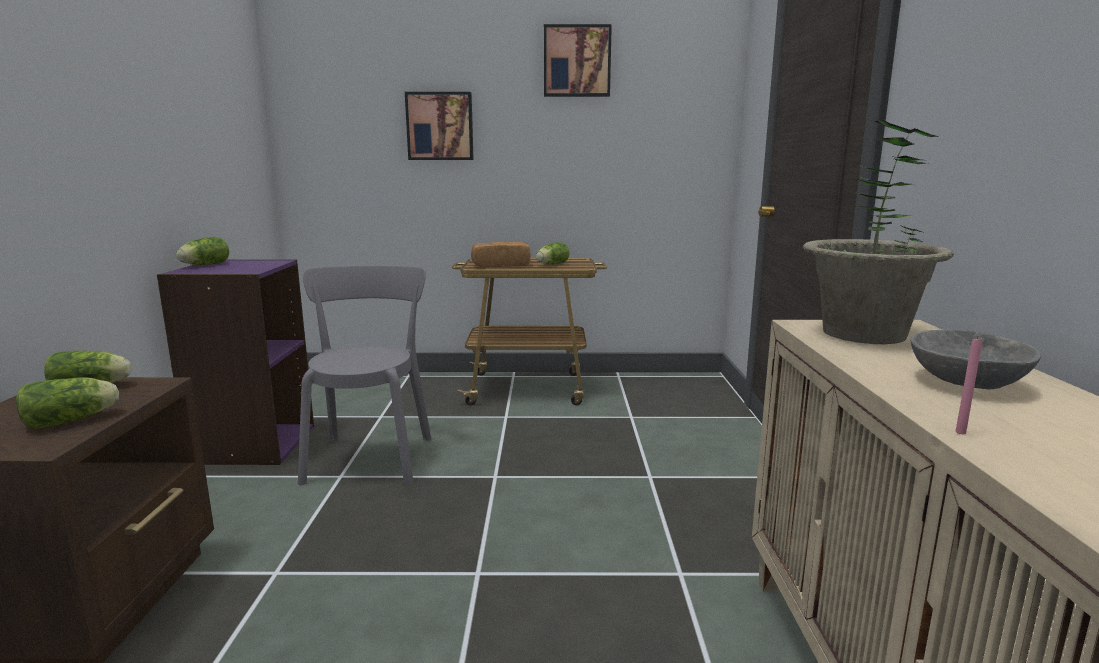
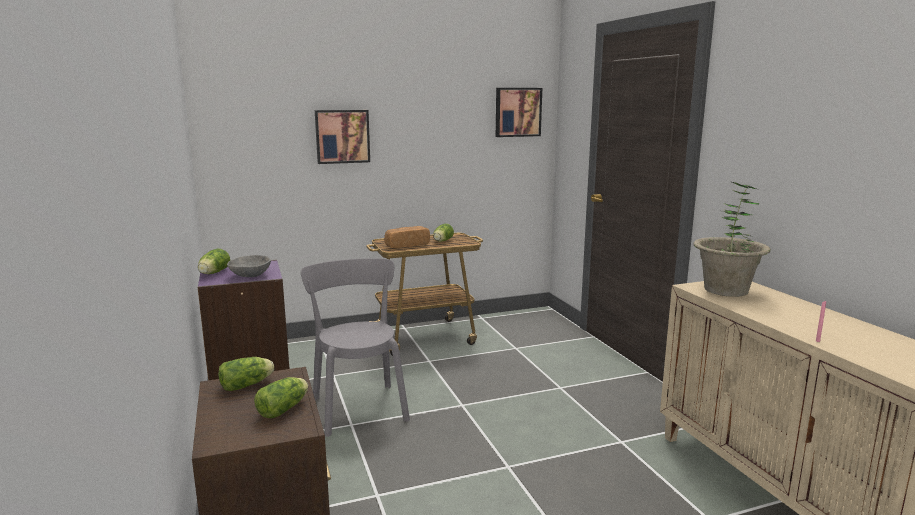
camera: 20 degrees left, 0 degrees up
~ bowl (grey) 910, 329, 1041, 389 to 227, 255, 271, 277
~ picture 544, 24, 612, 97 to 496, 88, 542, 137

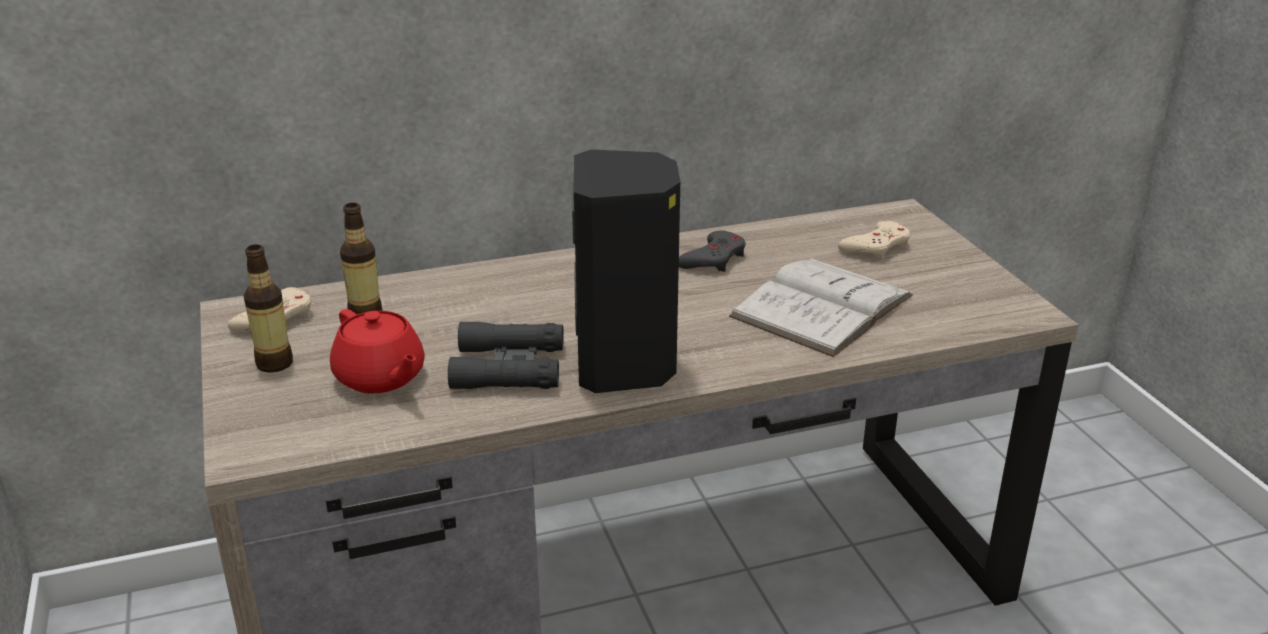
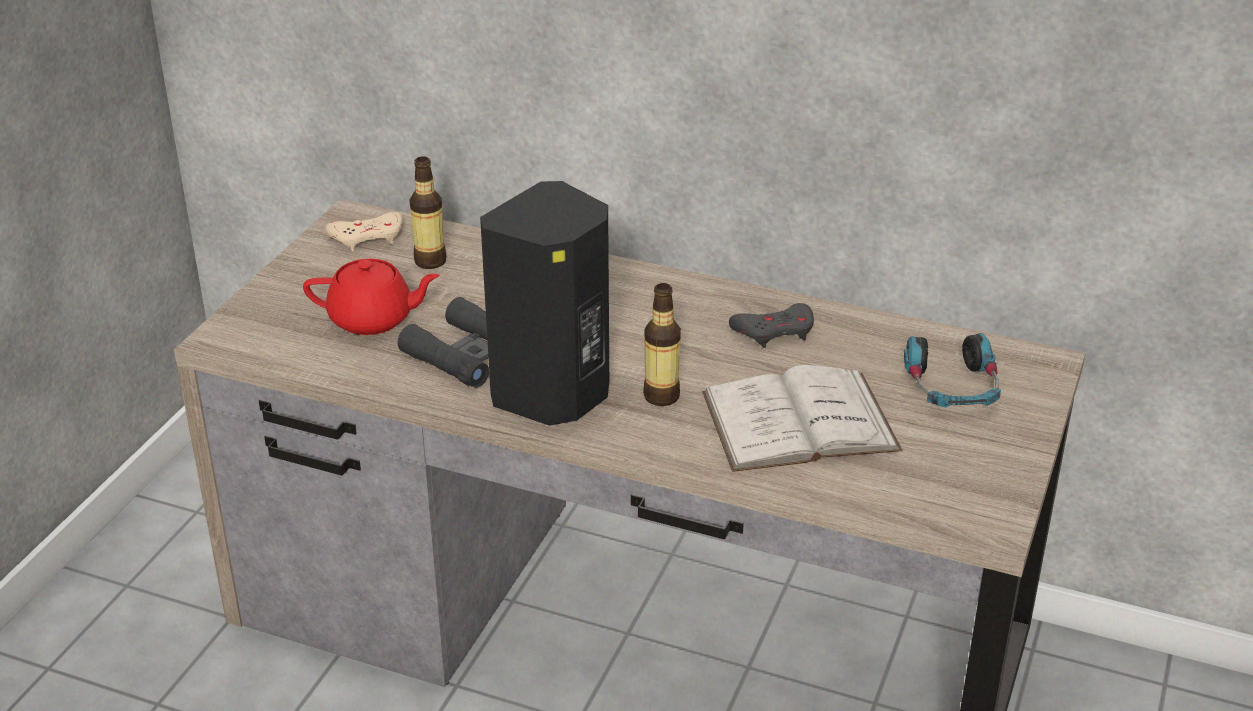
camera: 40 degrees right, 5 degrees up
~ teapot (red) 330, 309, 425, 393 = 303, 259, 440, 335 90 degrees counterclockwise
~ bottle 244, 244, 293, 373 to 643, 283, 681, 406
~ game controller (beige) 838, 221, 911, 260 to headphones 904, 333, 1001, 408

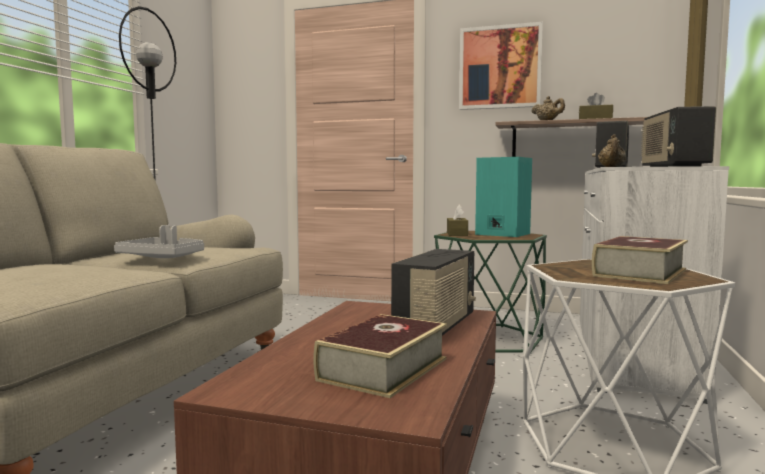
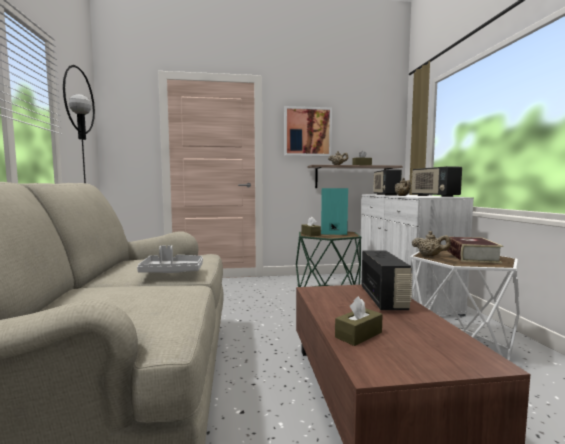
camera: 25 degrees left, 0 degrees up
+ tissue box (brown) 335, 296, 383, 346
+ teapot (beige) 412, 231, 451, 256
- book 313, 314, 447, 398

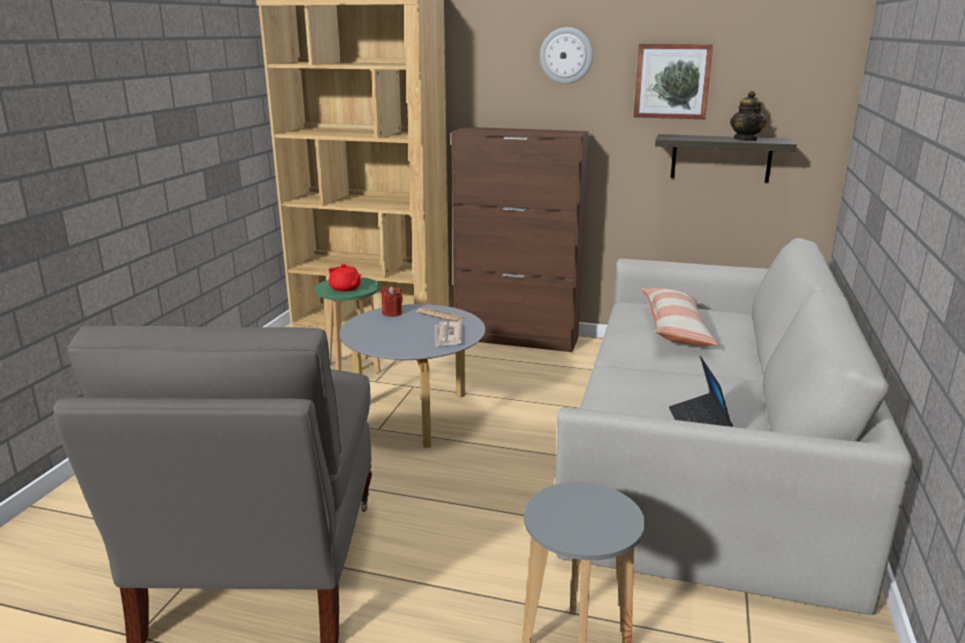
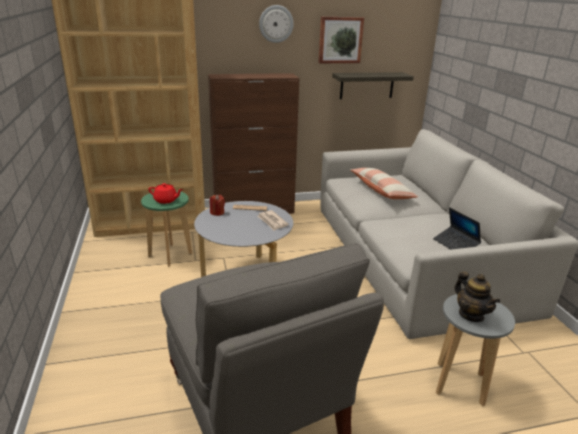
camera: 30 degrees left, 5 degrees up
~ teapot 730, 91, 766, 141 to 454, 271, 500, 322

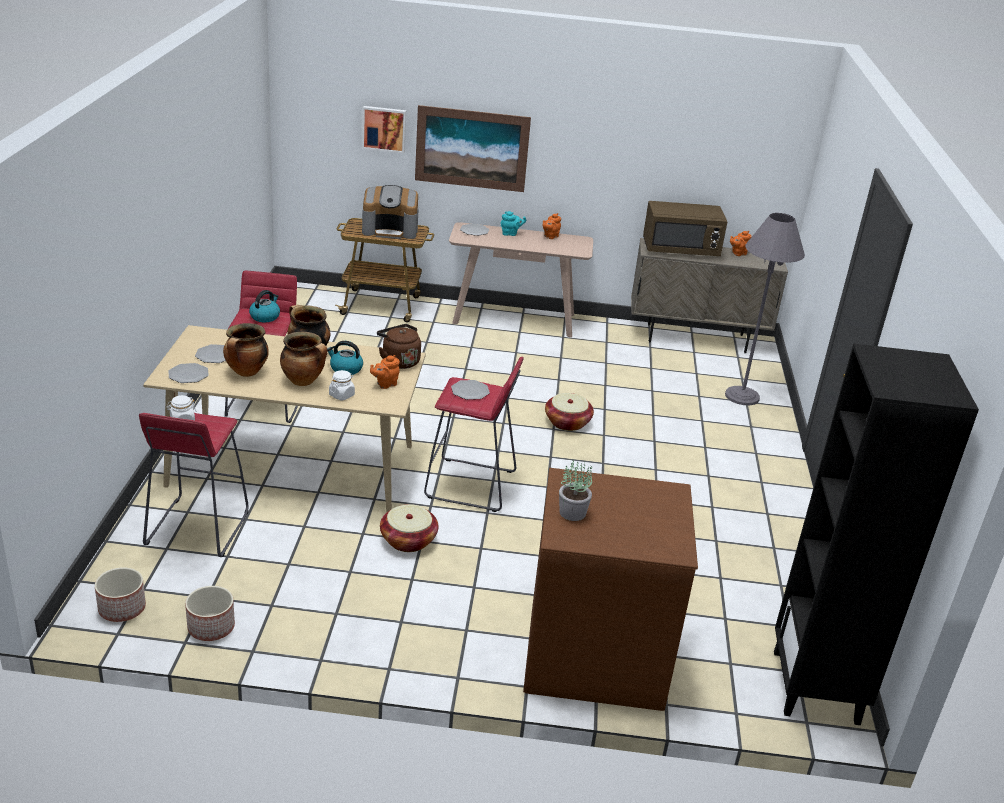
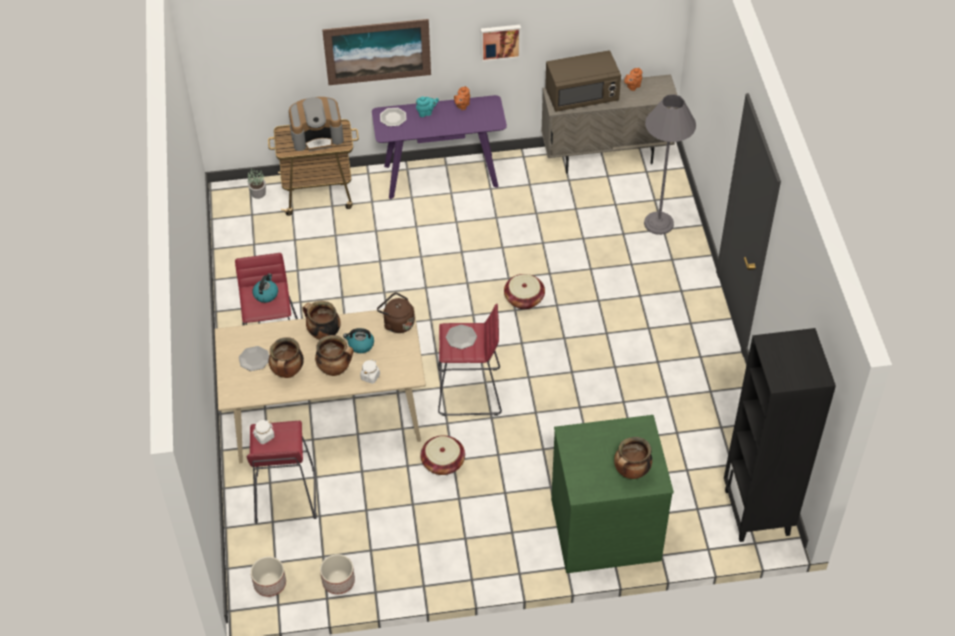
camera: 10 degrees left, 20 degrees up
~ potted plant 559, 460, 592, 521 to 248, 169, 266, 199
~ console table (beige) 449, 222, 593, 338 to console table (purple) 372, 95, 507, 199
~ picture 362, 106, 406, 153 to 481, 25, 521, 62
~ dresser (brown) 523, 468, 698, 711 to dresser (green) 551, 415, 674, 573
+ cooking pot 614, 437, 652, 479
- plate 169, 363, 209, 383
- teapot (orange) 370, 355, 400, 389

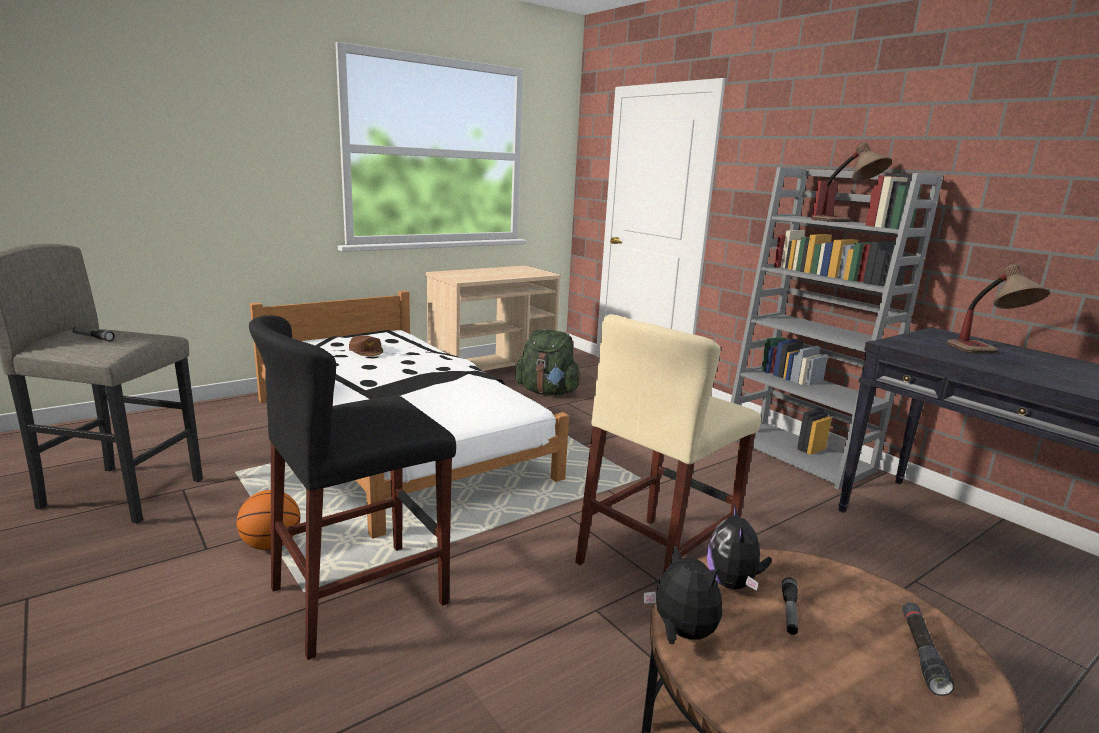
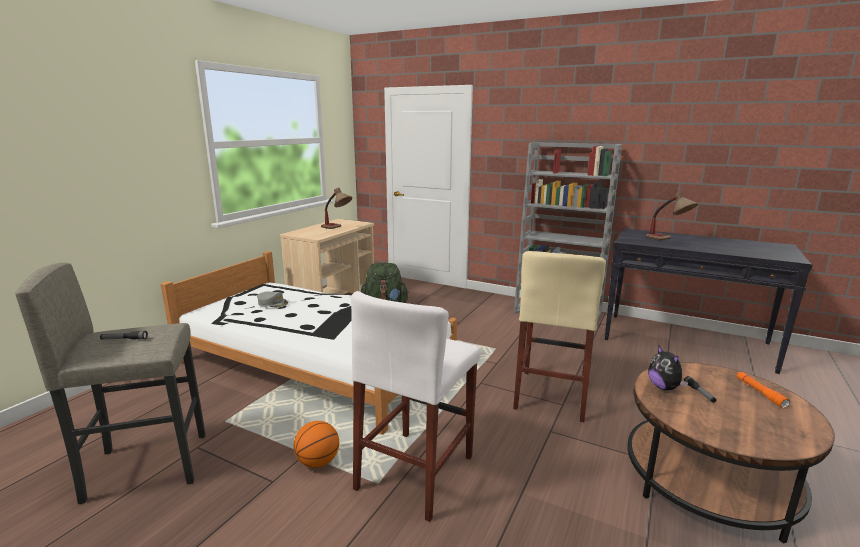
camera: 25 degrees left, 0 degrees up
~ cap (brown) 349, 335, 383, 356 to cap (grey) 257, 291, 288, 308
~ table lamp 811, 142, 892, 222 to 321, 188, 352, 229
~ stool (black) 249, 315, 456, 660 to stool (white) 351, 291, 480, 522
~ flashlight (black) 902, 602, 955, 696 to flashlight (orange) 737, 372, 790, 409
- plush toy 643, 545, 722, 644

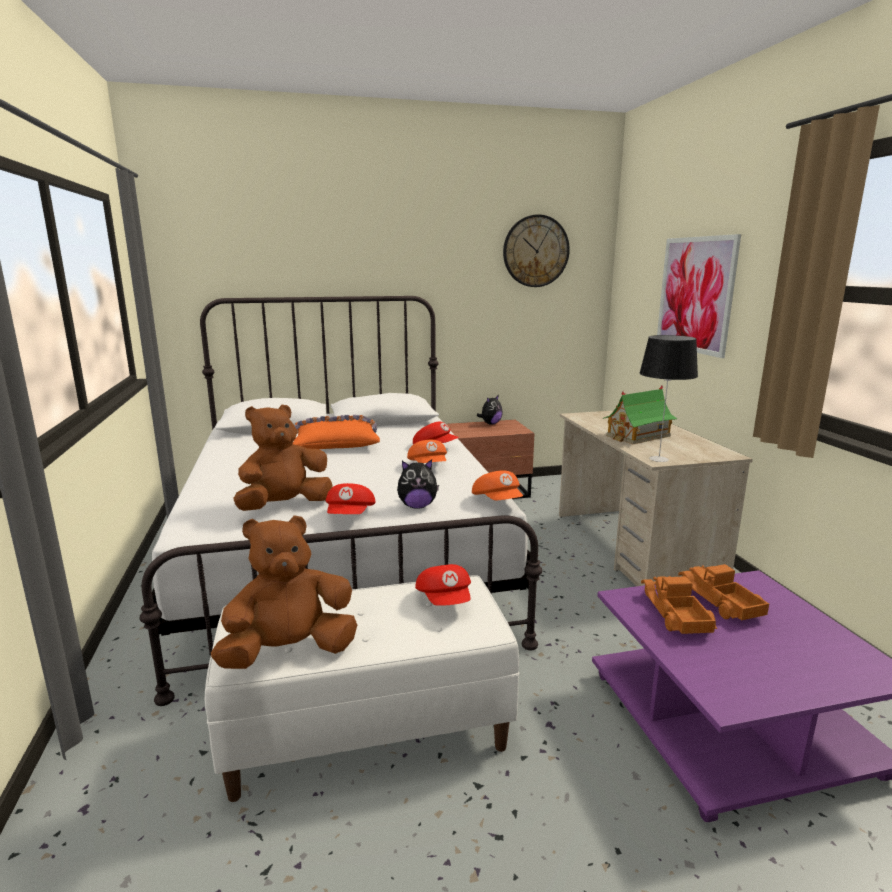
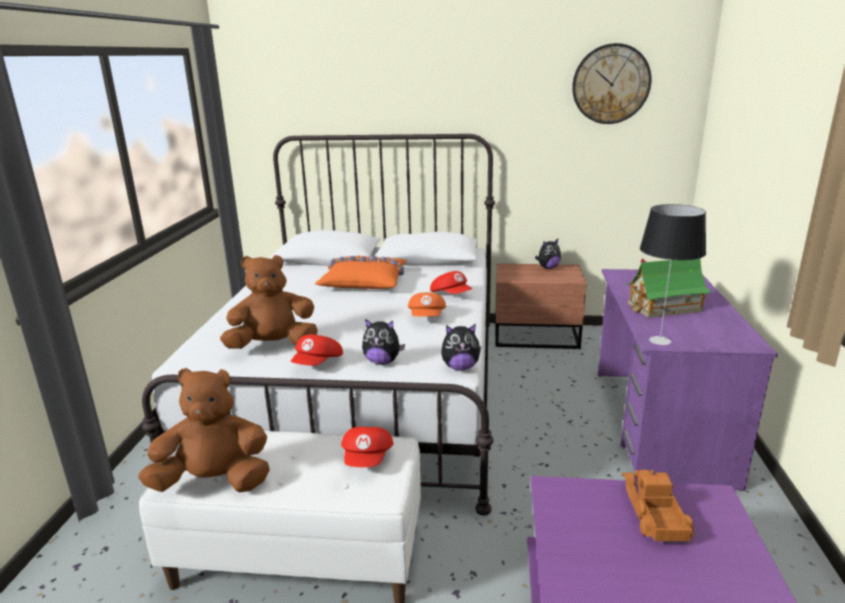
camera: 20 degrees right, 5 degrees up
~ cap (orange) 472, 470, 523, 500 to plush toy 441, 324, 482, 371
~ desk (beige) 559, 411, 753, 586 to desk (purple) 598, 269, 778, 491
- toy truck 641, 576, 717, 634
- picture 657, 234, 741, 358

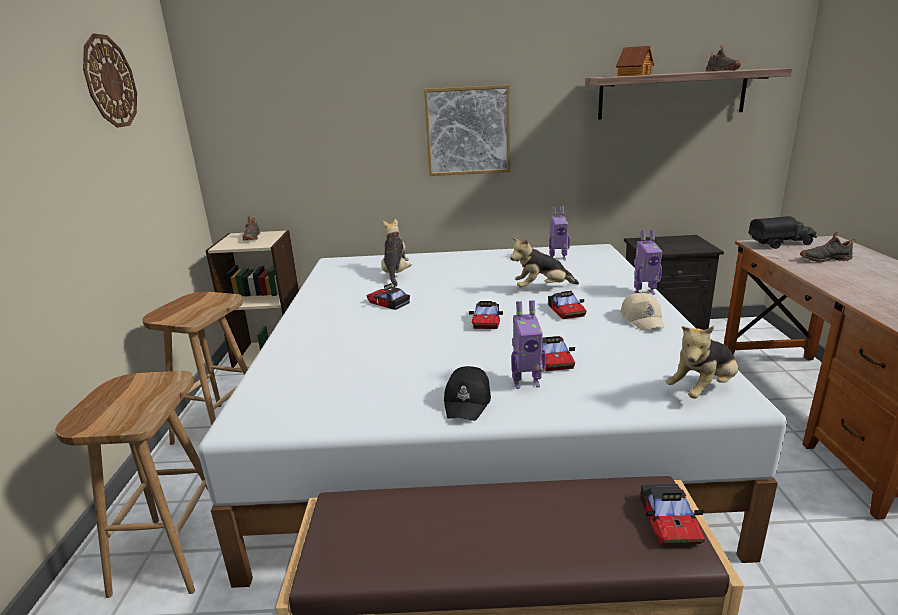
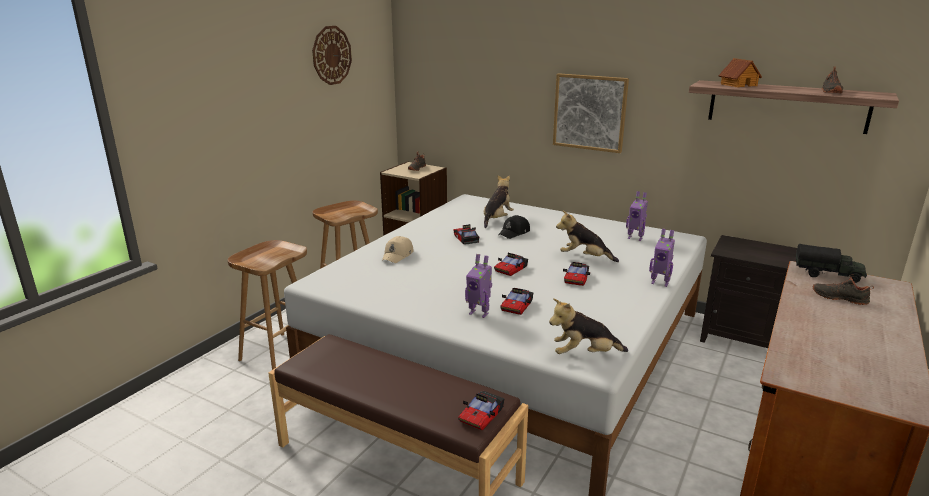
camera: 30 degrees right, 0 degrees up
~ cap (beige) 620, 292, 664, 331 to 382, 236, 414, 263
~ cap (black) 444, 366, 491, 421 to 498, 215, 530, 239

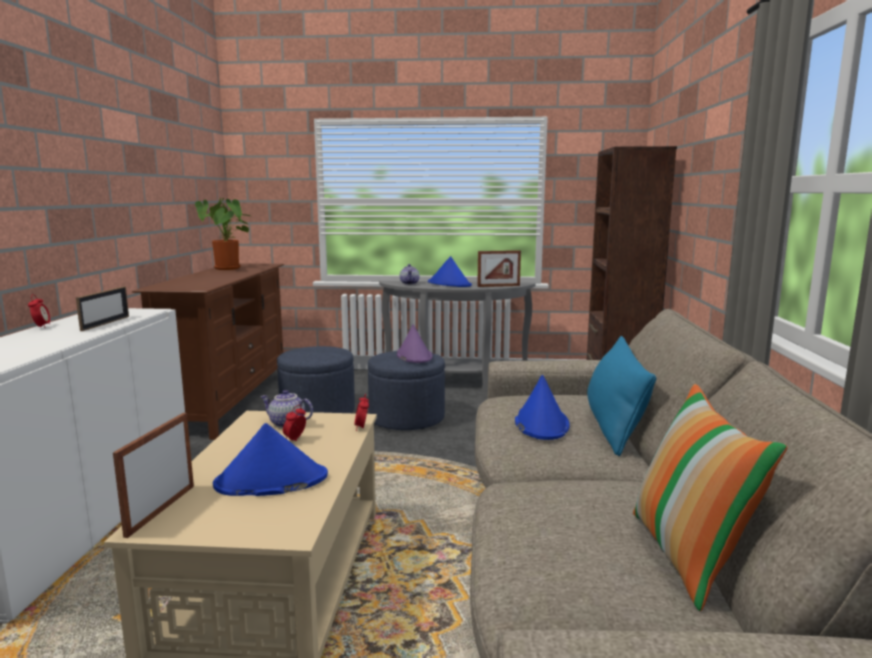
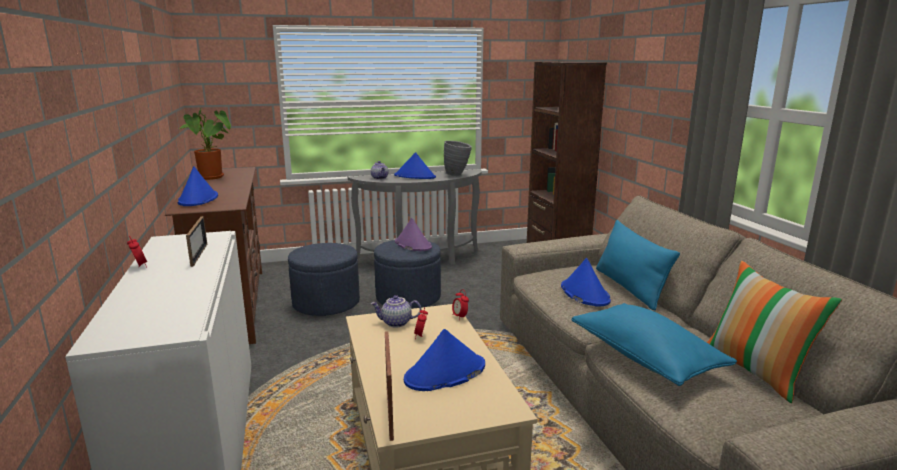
camera: 20 degrees left, 5 degrees up
+ hat (blue) 178, 166, 218, 206
~ picture frame 477, 250, 521, 287 to vase (grey) 444, 141, 472, 177
+ pillow (blue) 571, 303, 737, 386

